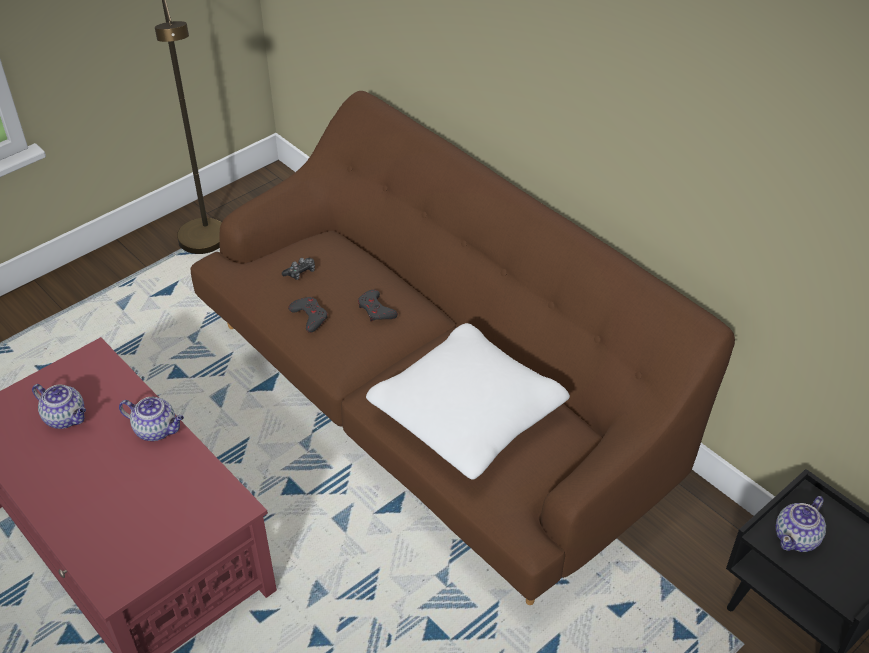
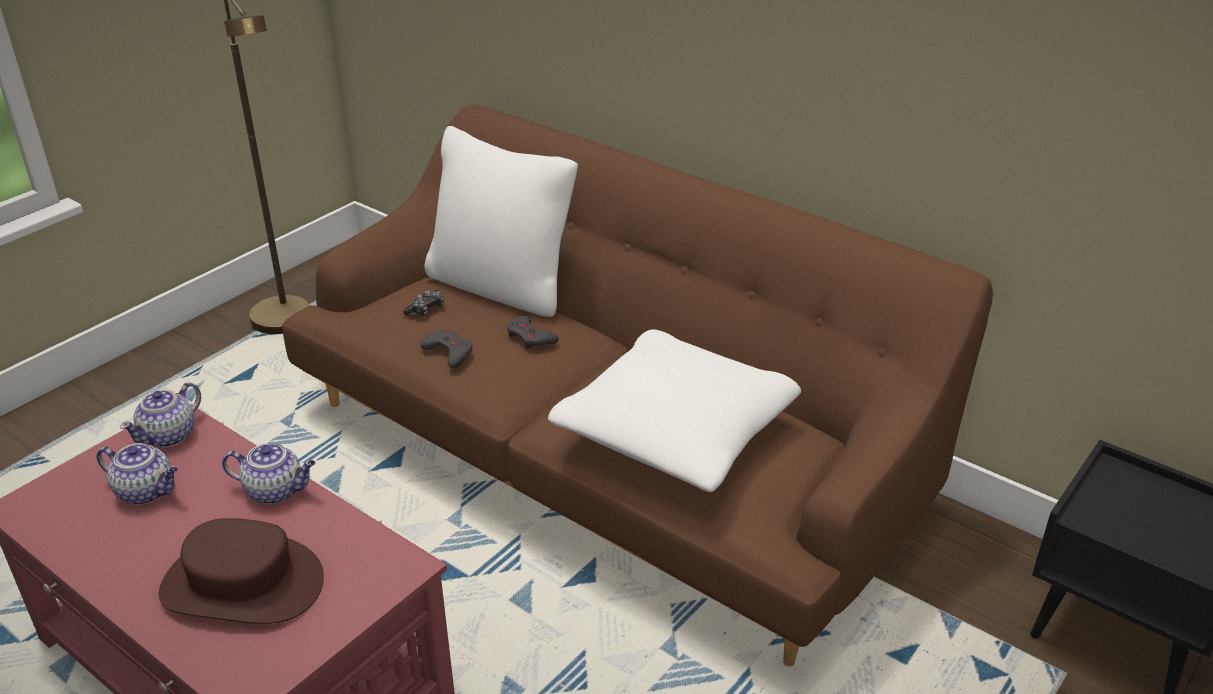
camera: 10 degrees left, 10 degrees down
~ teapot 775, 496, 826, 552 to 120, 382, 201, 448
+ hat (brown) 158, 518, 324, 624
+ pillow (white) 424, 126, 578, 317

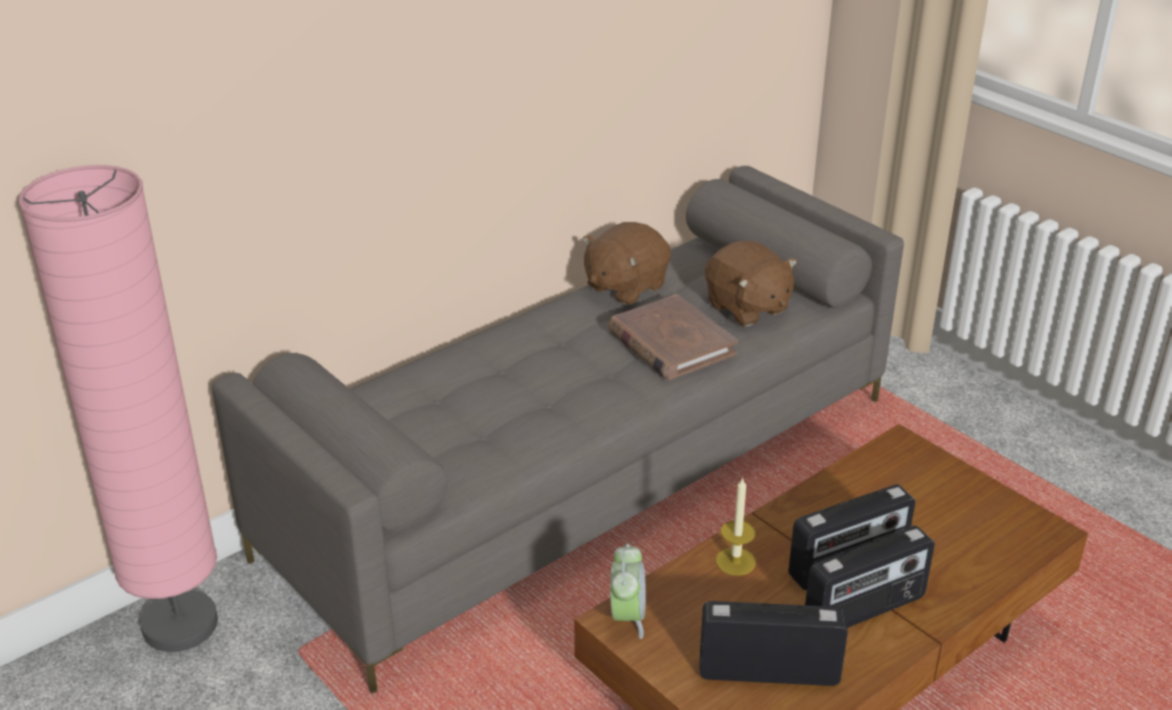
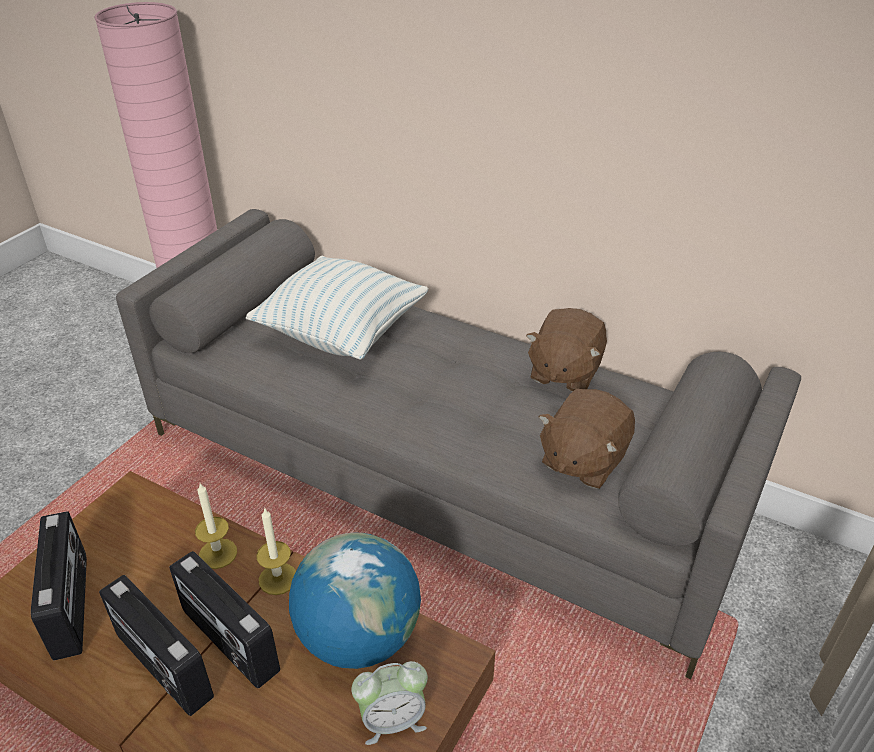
camera: 70 degrees right, 5 degrees up
+ pillow 246, 256, 429, 360
+ candle 256, 507, 296, 595
+ globe 289, 532, 421, 669
~ alarm clock 610, 544, 646, 639 to 351, 661, 428, 745
~ plush toy (brown) 583, 222, 671, 305 = 526, 308, 607, 392 90 degrees counterclockwise
- book (brown) 609, 294, 738, 380

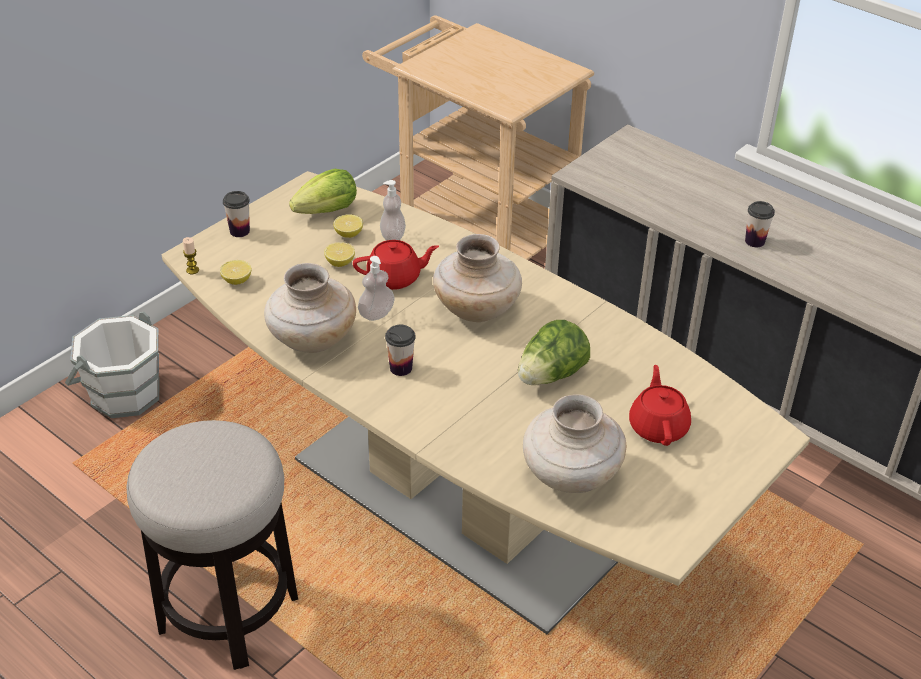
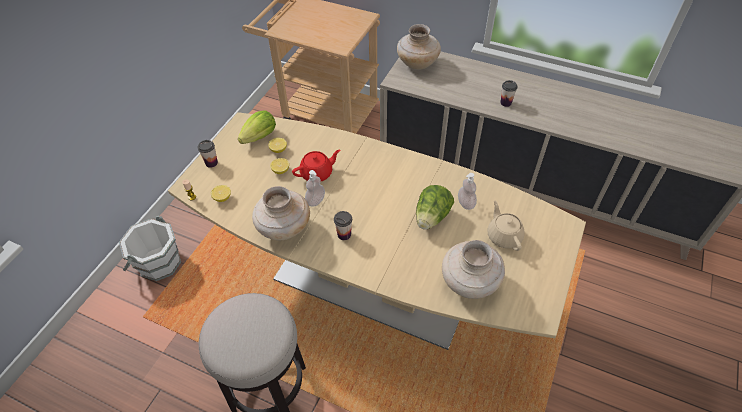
camera: 15 degrees left, 10 degrees up
~ vase (beige) 433, 234, 522, 322 to 397, 24, 441, 70
~ soap dispenser 380, 180, 406, 241 to 458, 173, 477, 210
~ teapot (red) 629, 365, 691, 446 to teapot (beige) 487, 200, 525, 251

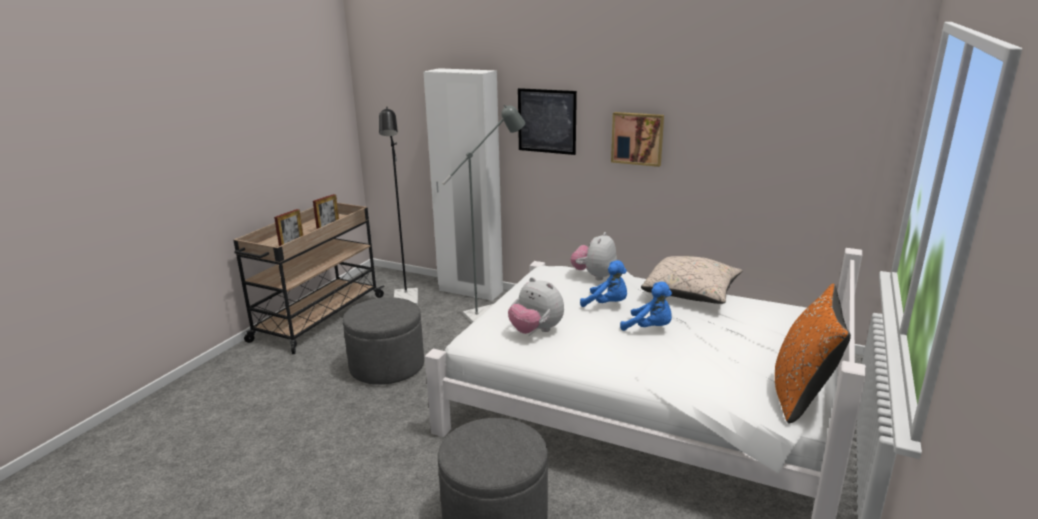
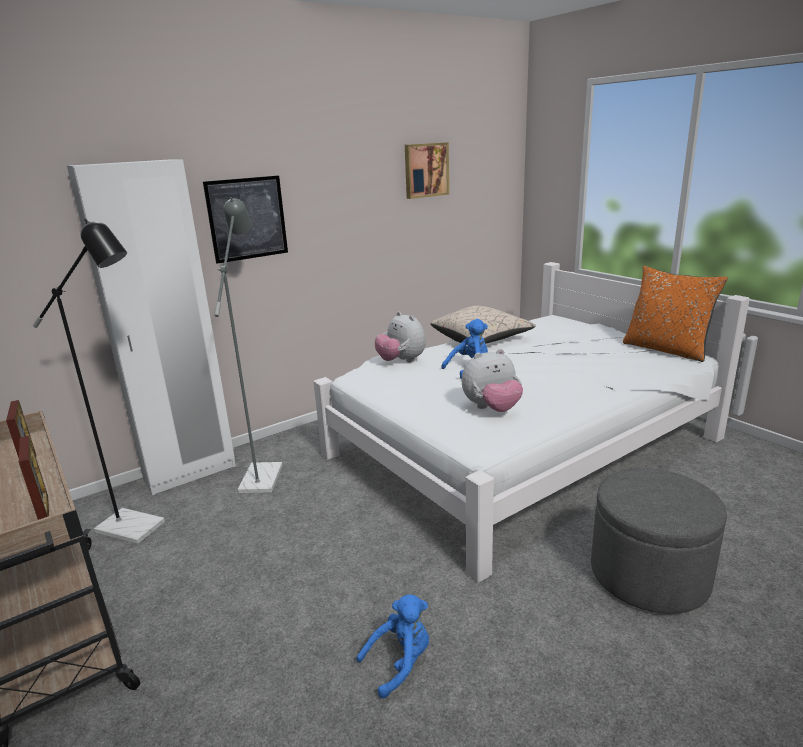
camera: 60 degrees left, 0 degrees up
~ plush toy (blue) 620, 282, 672, 331 to 357, 594, 429, 698
~ picture 611, 112, 664, 167 to 405, 142, 449, 199
- ottoman (grey) 343, 297, 424, 385

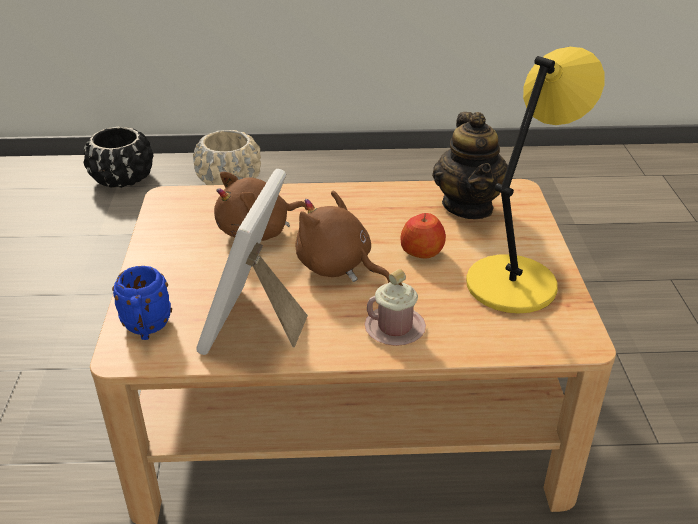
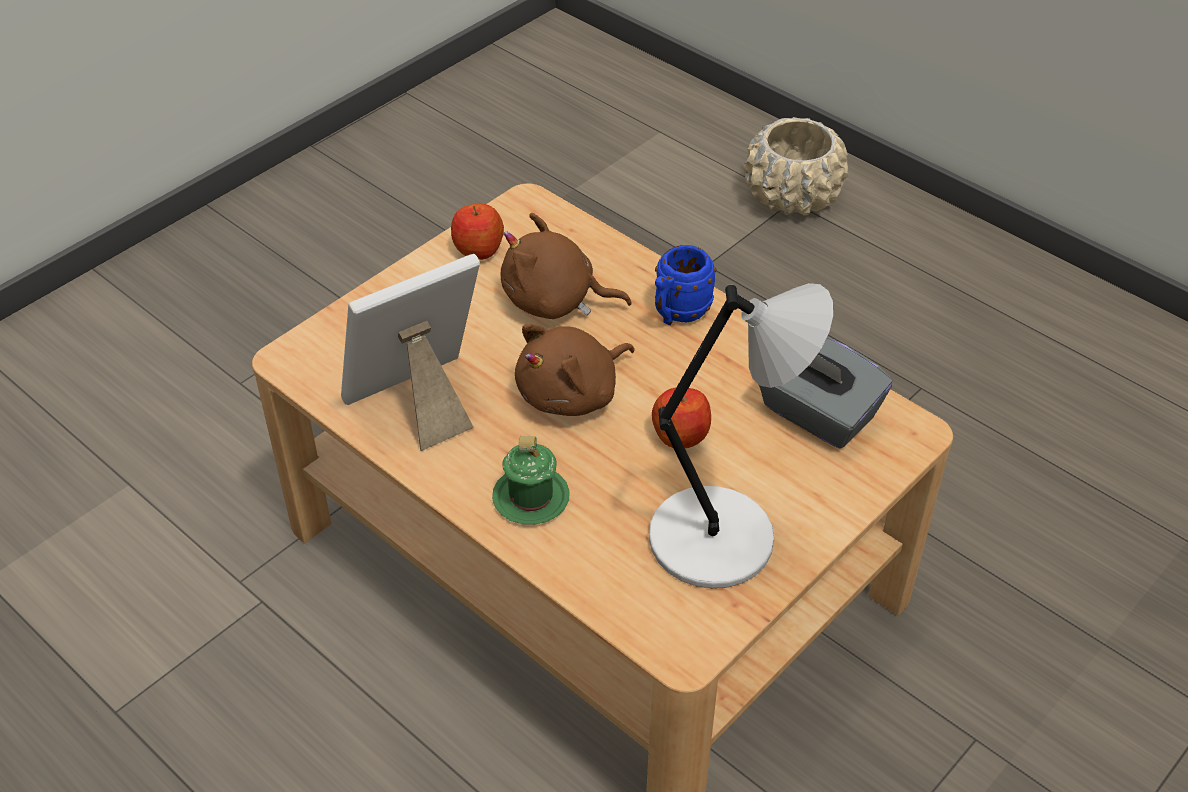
camera: 45 degrees right, 10 degrees up
+ apple 451, 204, 504, 260
~ mug (pink) 364, 269, 426, 346 to mug (green) 492, 436, 570, 525
~ plush toy (brown) 295, 191, 390, 283 = 515, 324, 635, 416 120 degrees counterclockwise
~ table lamp (yellow) 466, 47, 605, 314 to table lamp (grey) 649, 283, 833, 588
~ mug (blue) 112, 266, 172, 340 to 655, 245, 716, 325
~ teapot 432, 112, 508, 219 to tissue box (grey) 758, 336, 893, 448
- planter (black) 83, 127, 154, 188

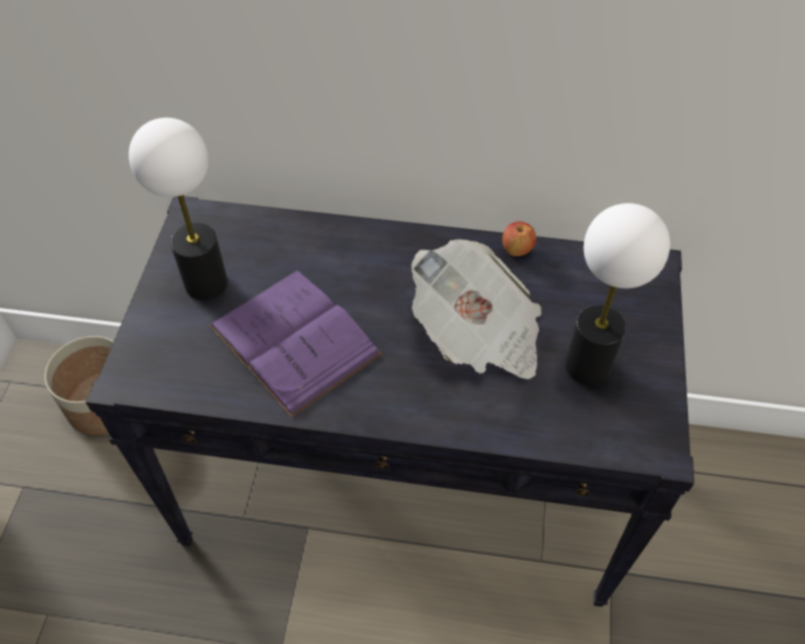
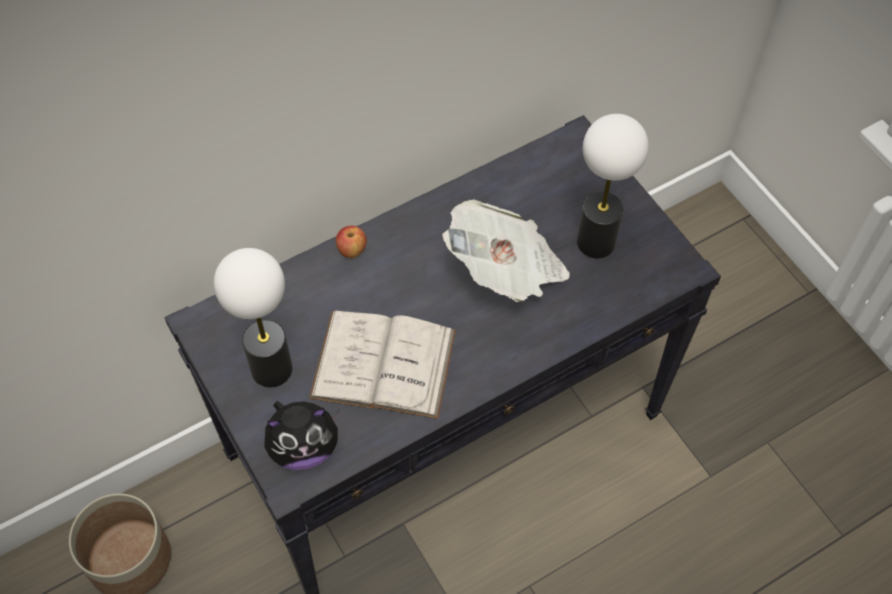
camera: 40 degrees left, 5 degrees up
+ plush toy 264, 401, 339, 470
~ book (purple) 209, 270, 382, 417 to book (white) 309, 311, 456, 419
~ apple 502, 221, 536, 256 to 336, 226, 367, 258

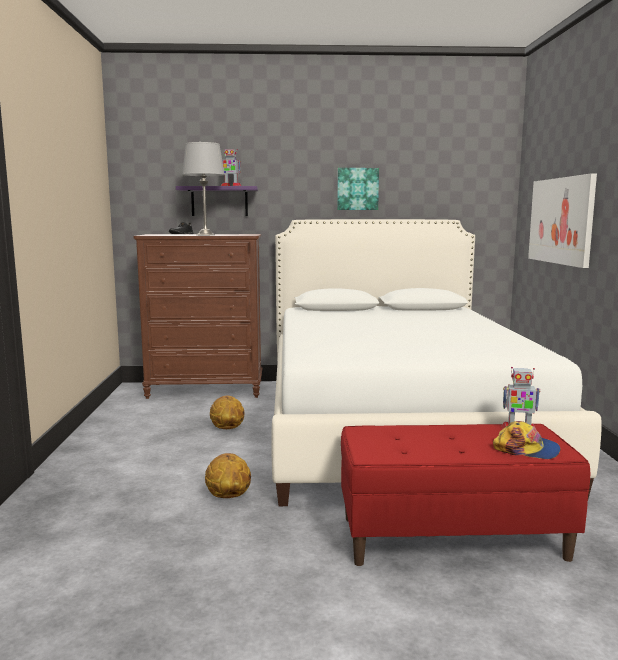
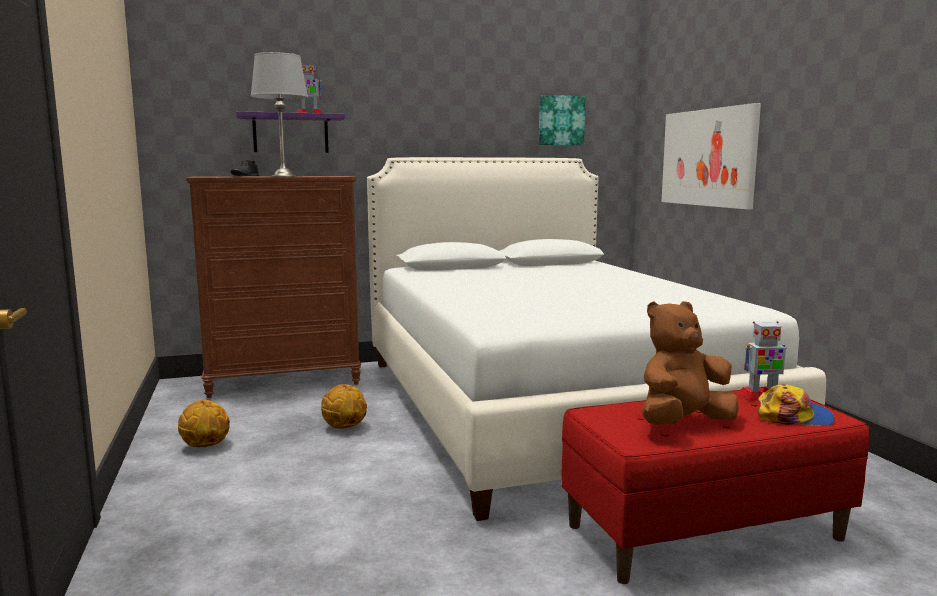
camera: 15 degrees left, 0 degrees up
~ basketball 205, 453, 251, 498 to 178, 400, 230, 447
~ picture 337, 168, 379, 210 to 539, 95, 586, 145
+ plush toy (brown) 642, 301, 739, 425

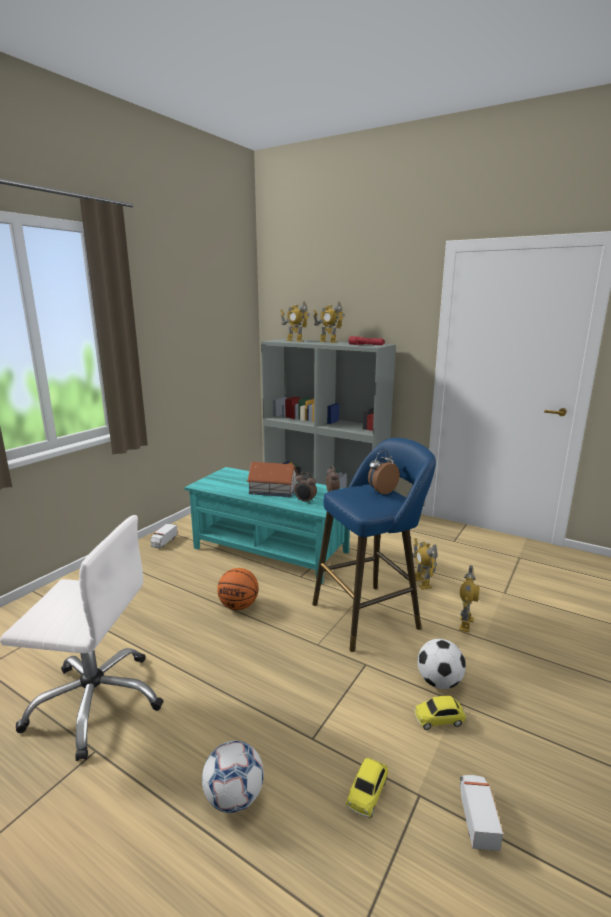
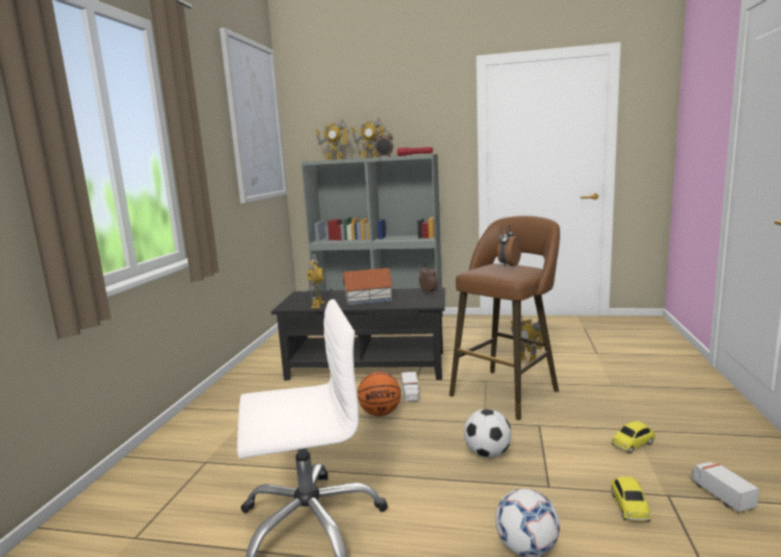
camera: 20 degrees left, 5 degrees down
+ picture 220, 28, 287, 204
~ coffee table (turquoise) 184, 467, 350, 584 to coffee table (black) 271, 288, 445, 381
~ toy robot 459, 565, 480, 632 to 307, 254, 325, 308
~ alarm clock 294, 472, 317, 504 to 375, 131, 393, 157
~ toy truck 150, 523, 178, 548 to 401, 371, 420, 402
~ stool (blue) 312, 438, 436, 652 to stool (brown) 449, 216, 560, 420
~ football 417, 639, 466, 689 to 464, 409, 512, 458

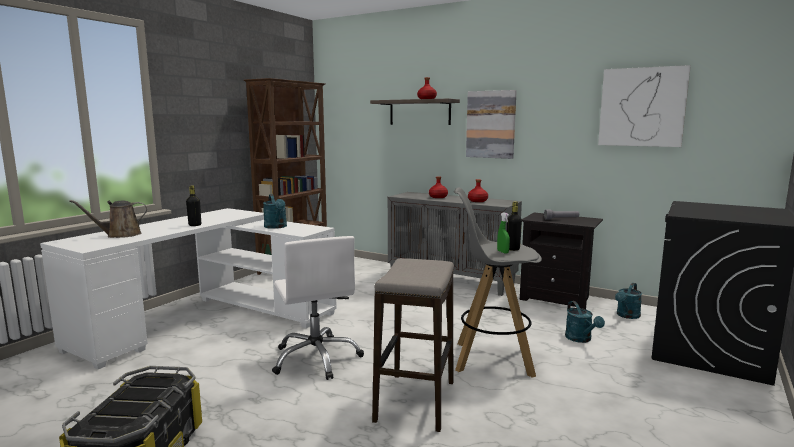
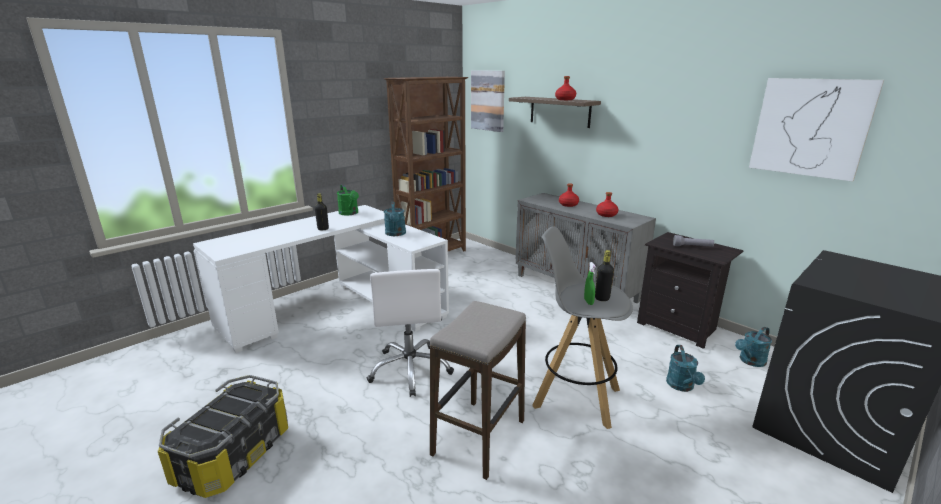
camera: 15 degrees right, 10 degrees up
+ watering can (green) 337, 185, 359, 215
~ picture 466, 90, 517, 159 to 471, 70, 505, 132
- watering can (brown) 69, 200, 147, 238

